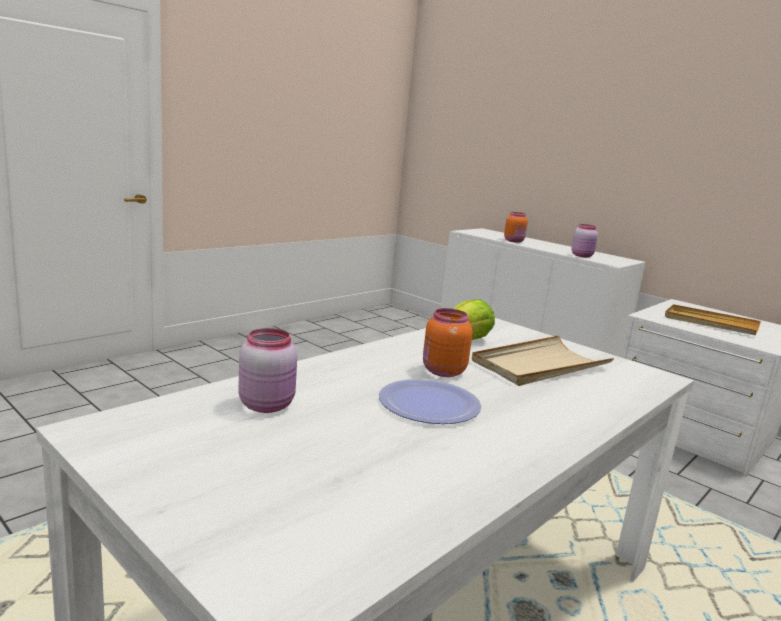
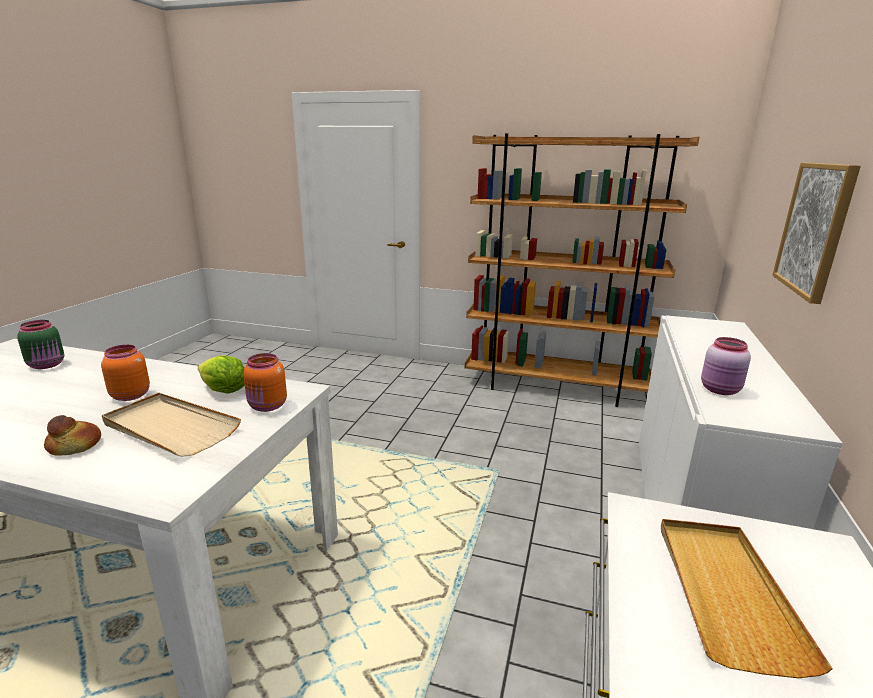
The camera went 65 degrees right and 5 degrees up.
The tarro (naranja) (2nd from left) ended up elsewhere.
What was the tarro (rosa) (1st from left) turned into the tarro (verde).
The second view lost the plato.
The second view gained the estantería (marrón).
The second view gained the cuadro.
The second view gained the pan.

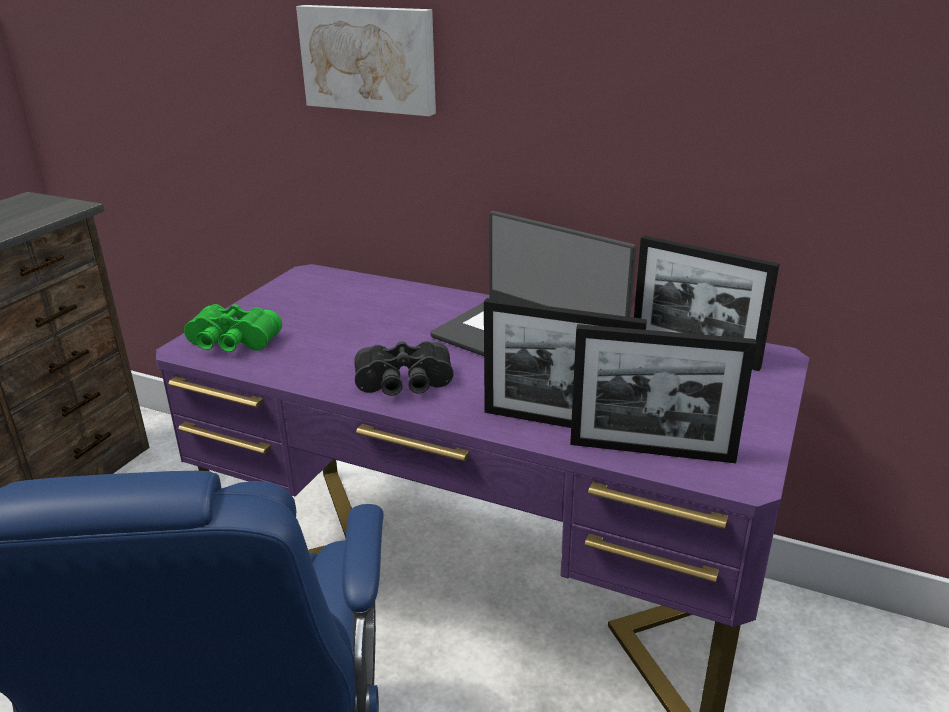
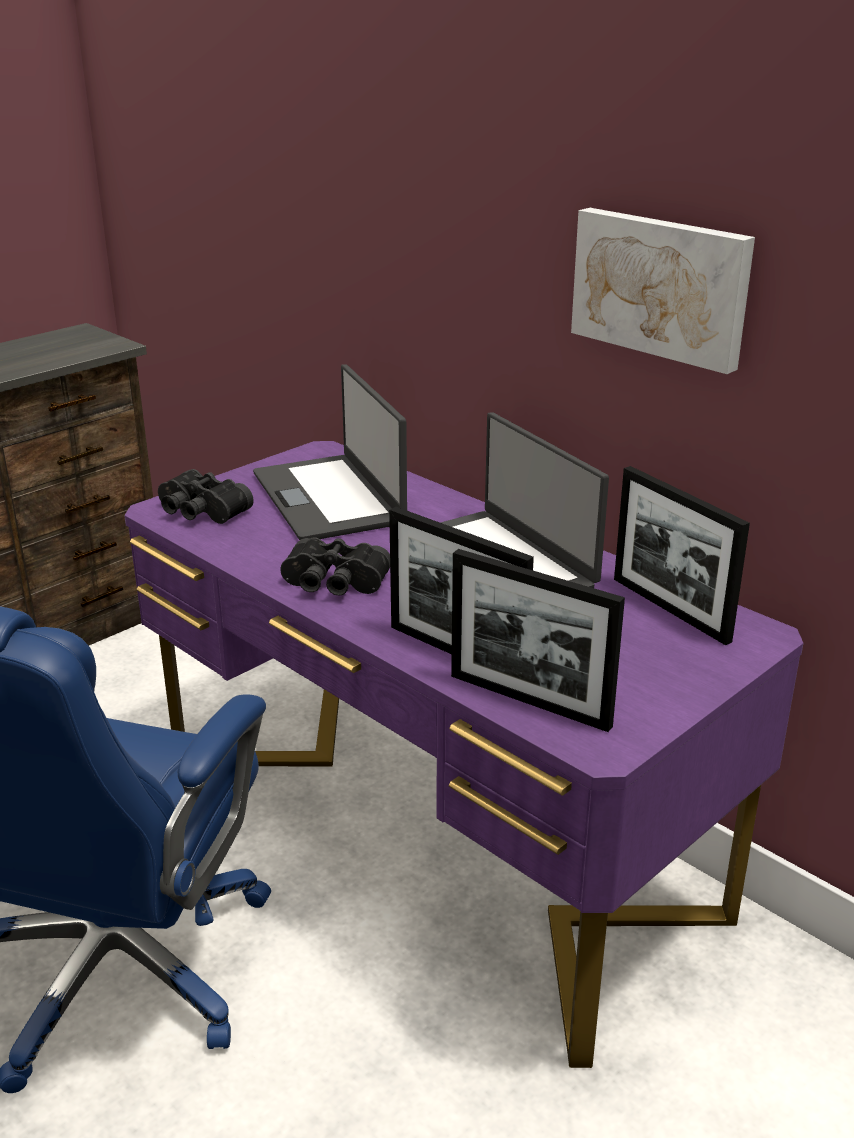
The camera went 20 degrees right and 0 degrees up.
The cuadro ended up elsewhere.
What was the prismáticos (verde) turned into the prismáticos (negro) (1st from left).
The second view gained the portátil (1st from left).

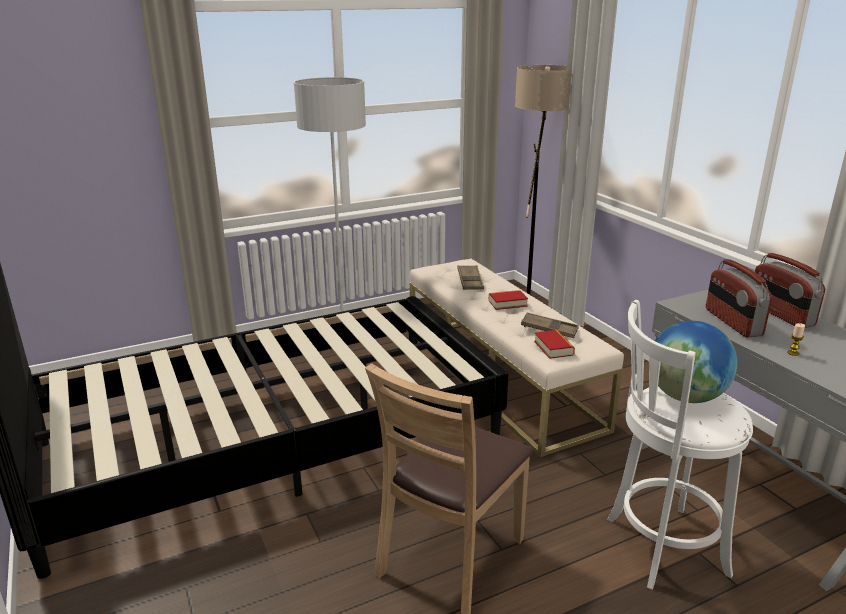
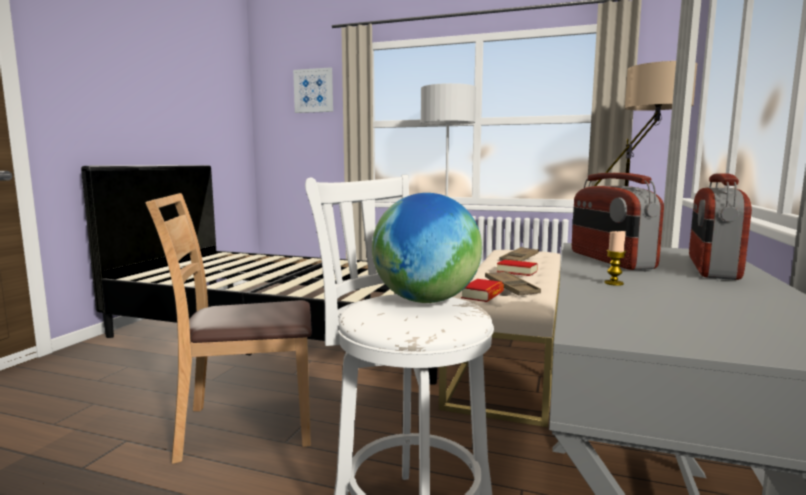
The camera went 45 degrees right and 15 degrees down.
The radio (1st from left) ended up facing another way, 45 degrees counterclockwise from before.
The second view gained the cuadro.

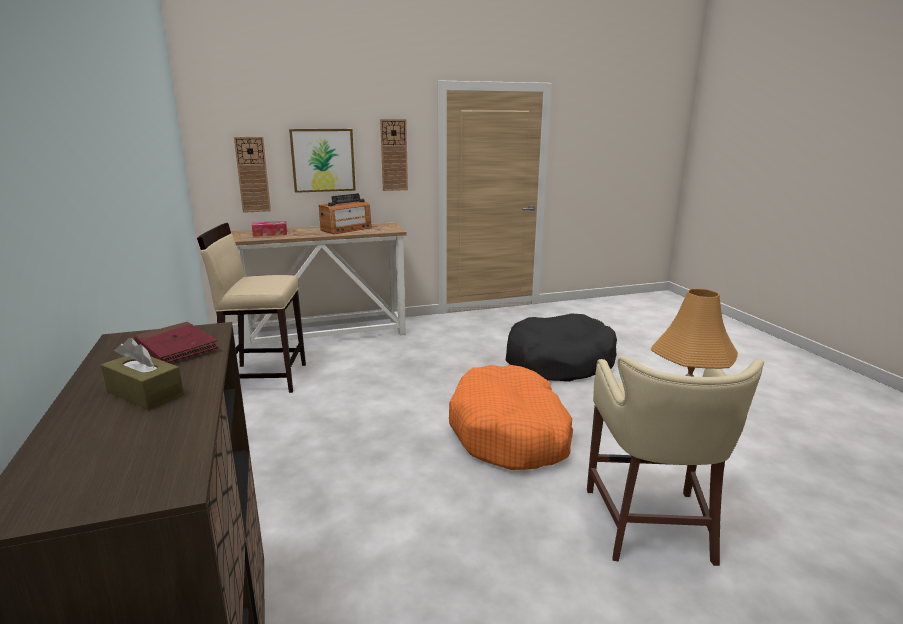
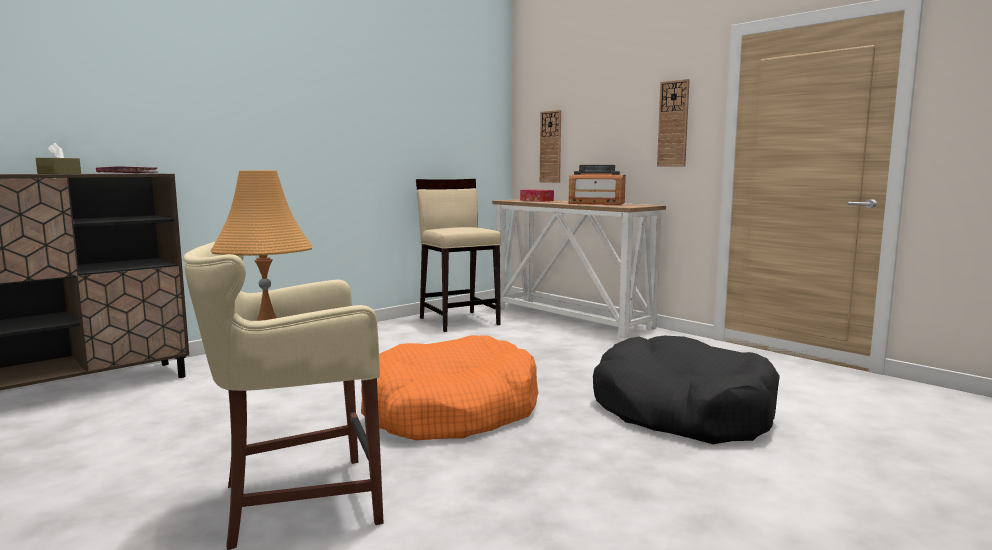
The camera went 65 degrees right and 10 degrees down.
The second view lost the cuadro.

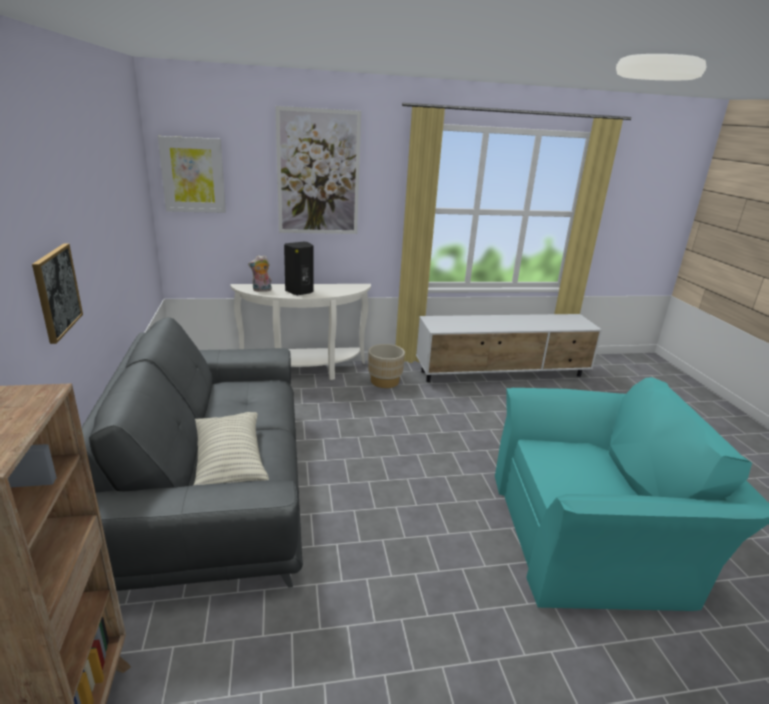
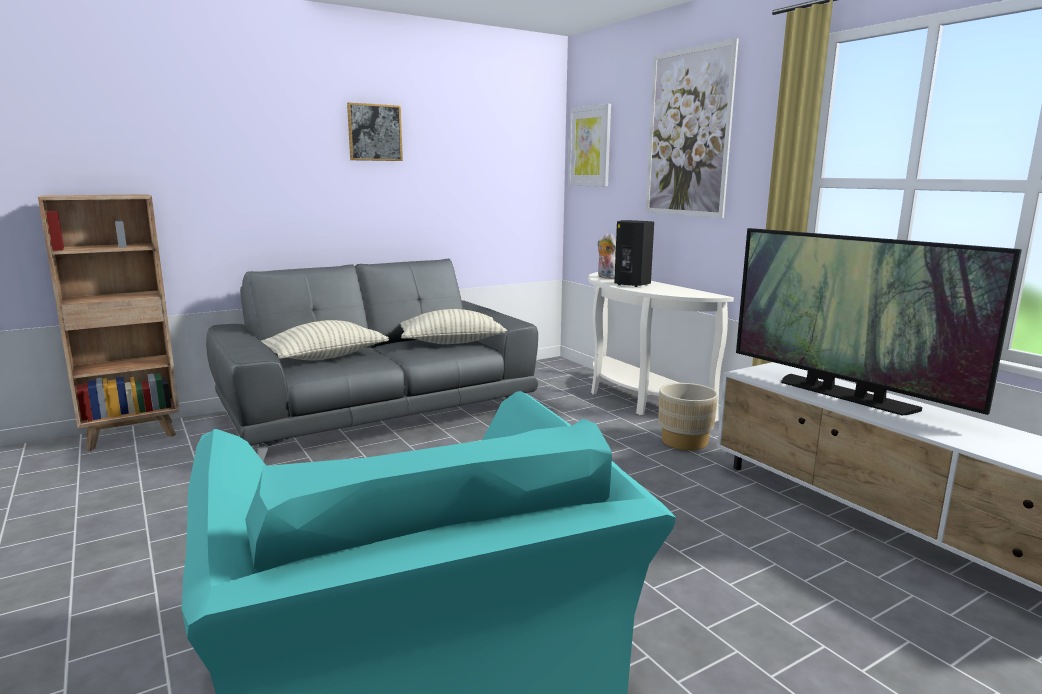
The camera went 70 degrees right and 10 degrees down.
The cuadro (1st from left) ended up elsewhere.
The second view gained the televisor.
The second view gained the cojín (2nd from left).

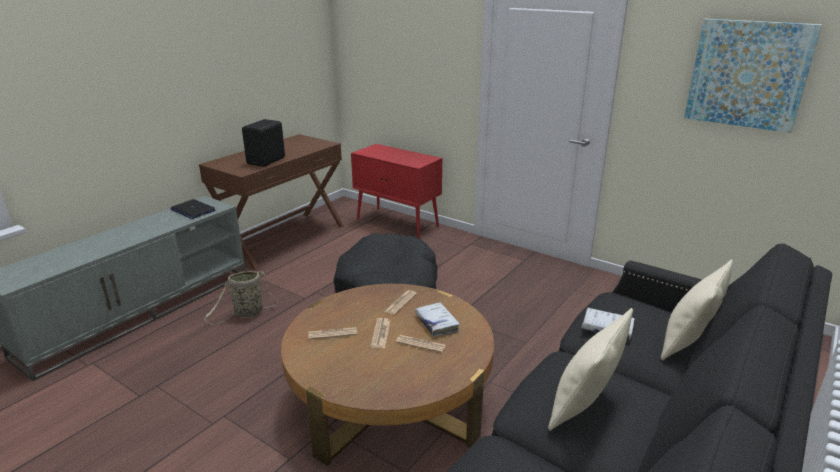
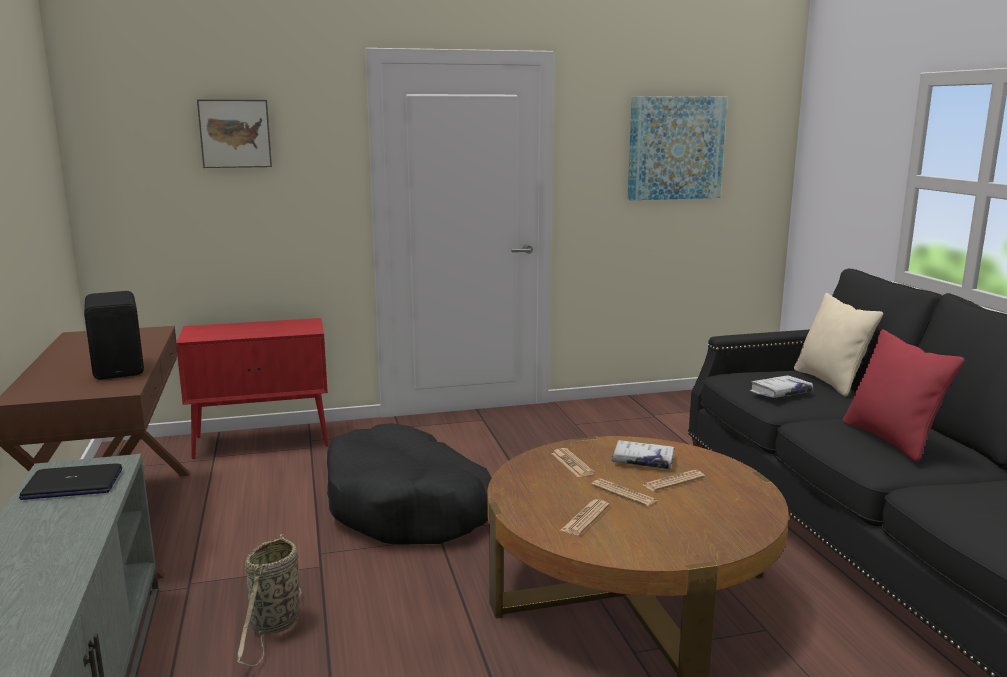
The camera went 50 degrees left and 10 degrees down.
What was the cojín (beis) (1st from left) turned into the cojín (rojo).
The second view gained the cuadro (1st from left).

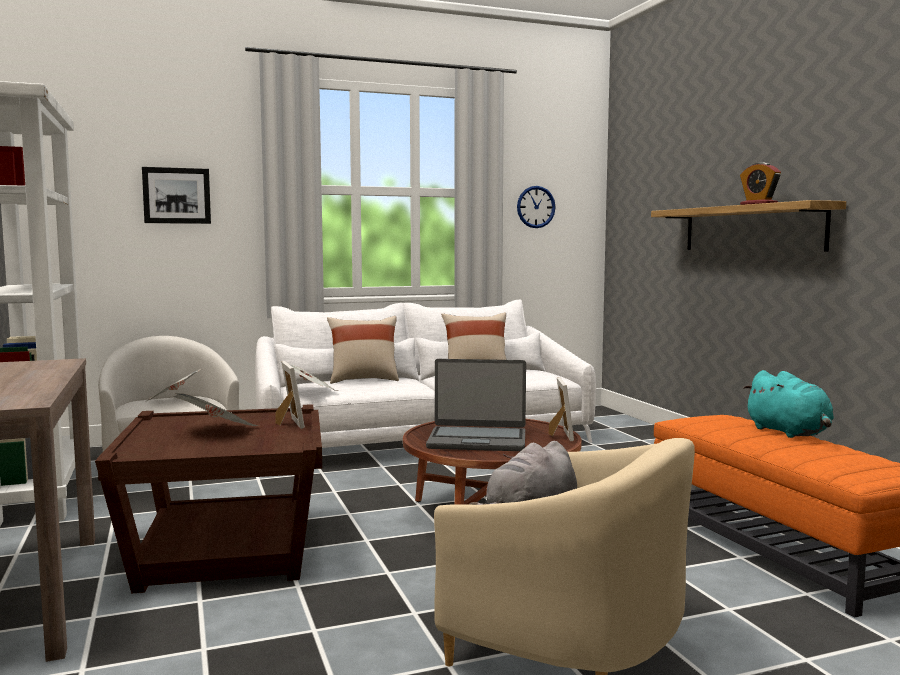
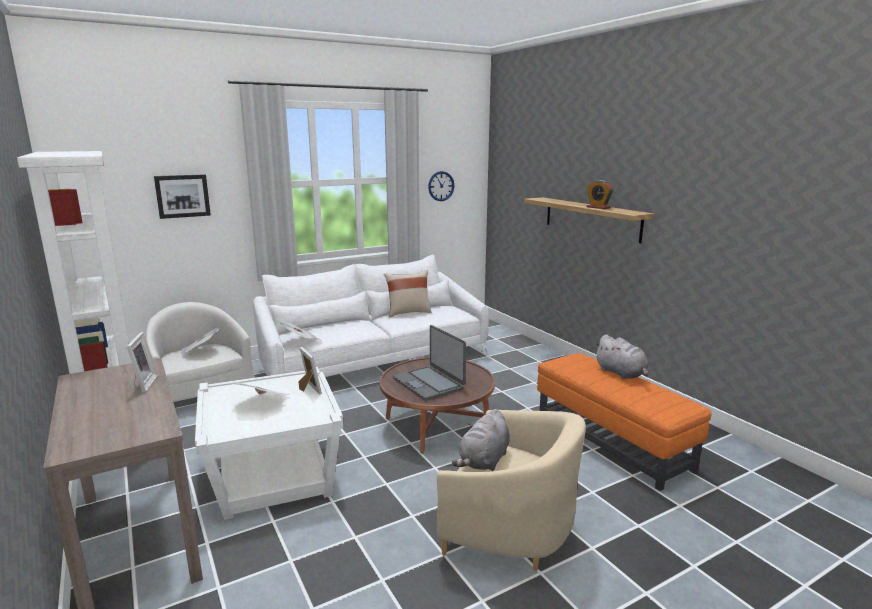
The camera went 10 degrees left and 10 degrees up.
The second view lost the cojín (beis) (1st from left).
The portátil ended up facing another way, 60 degrees clockwise from before.
What was the peluche (turquesa) turned into the peluche (gris) (2nd from left).
The portarretratos (2nd from left in the first image) ended up elsewhere.
What was the mesa auxiliar (marrón) turned into the mesa auxiliar (blanco).

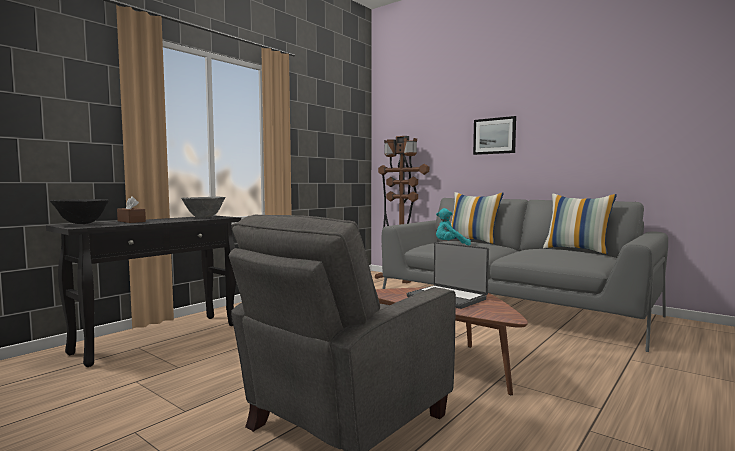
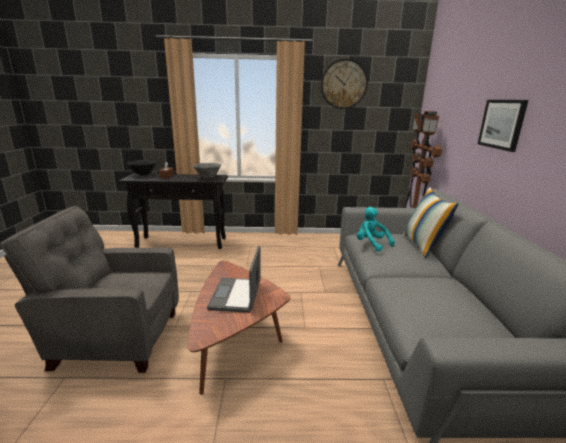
The camera went 50 degrees right and 15 degrees up.
The second view lost the cojín (2nd from left).
The second view gained the reloj de pared.

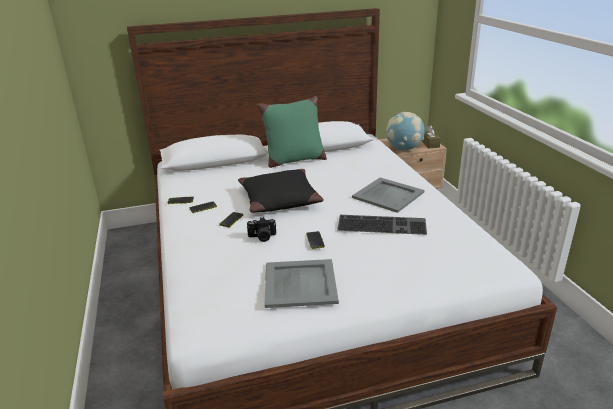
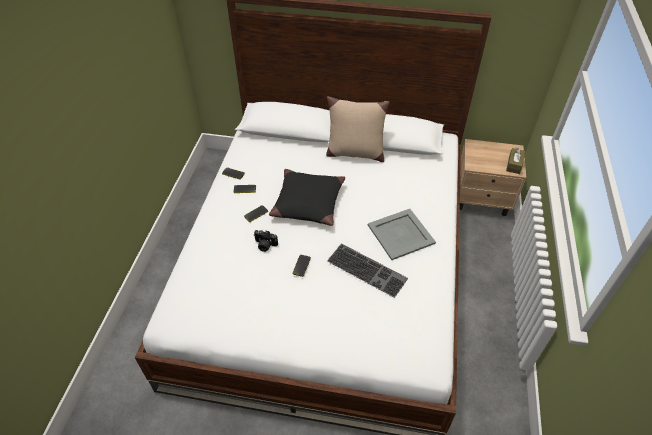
The camera went 25 degrees right and 20 degrees up.
What was the cojín (verde) turned into the cojín (beis).
The second view lost the globo terráqueo.
The second view lost the bandeja (gris) (1st from left).

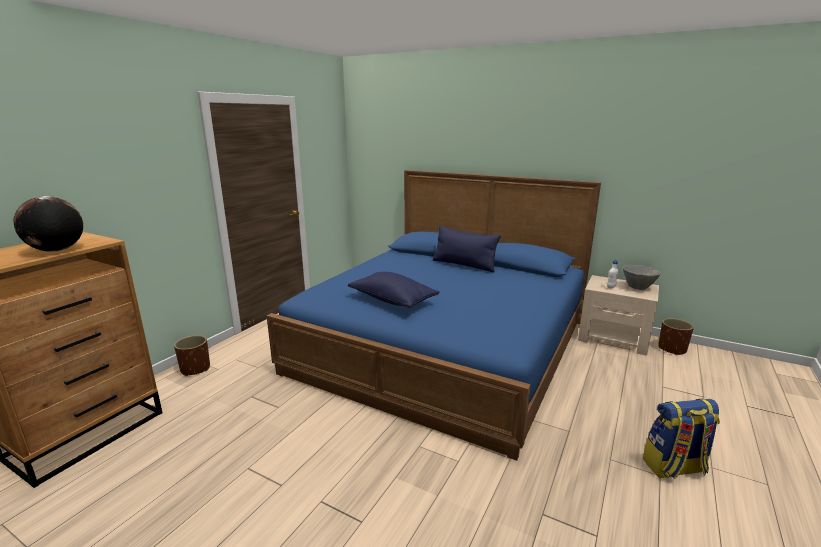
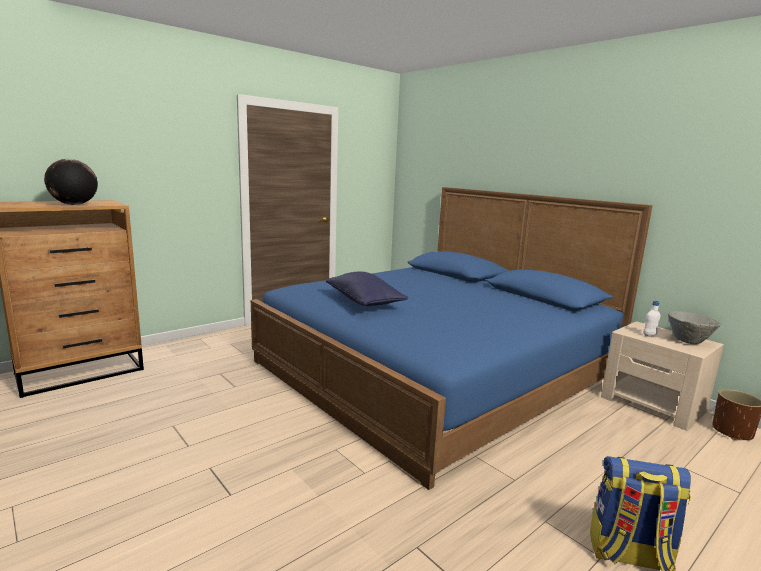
The camera went 20 degrees right and 5 degrees down.
The second view lost the cojín (azul) (2nd from left).
The second view lost the maceta (marrón) (1st from left).

